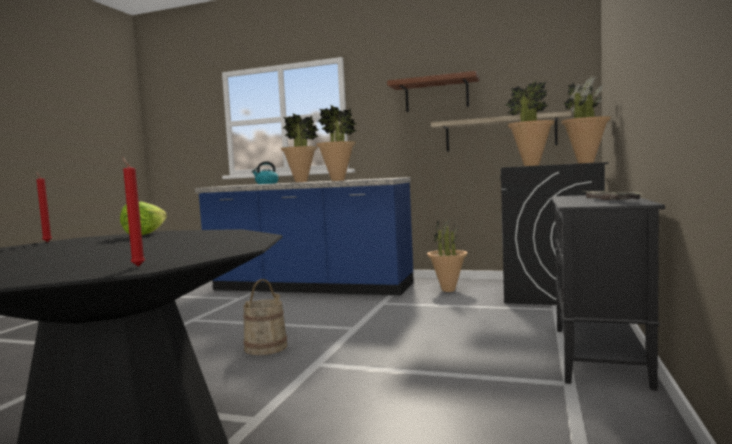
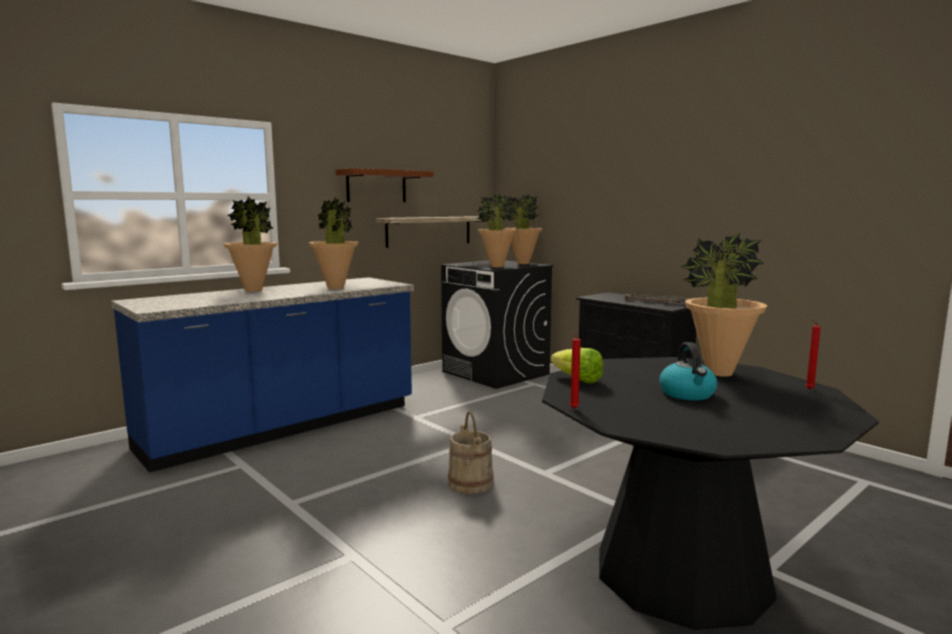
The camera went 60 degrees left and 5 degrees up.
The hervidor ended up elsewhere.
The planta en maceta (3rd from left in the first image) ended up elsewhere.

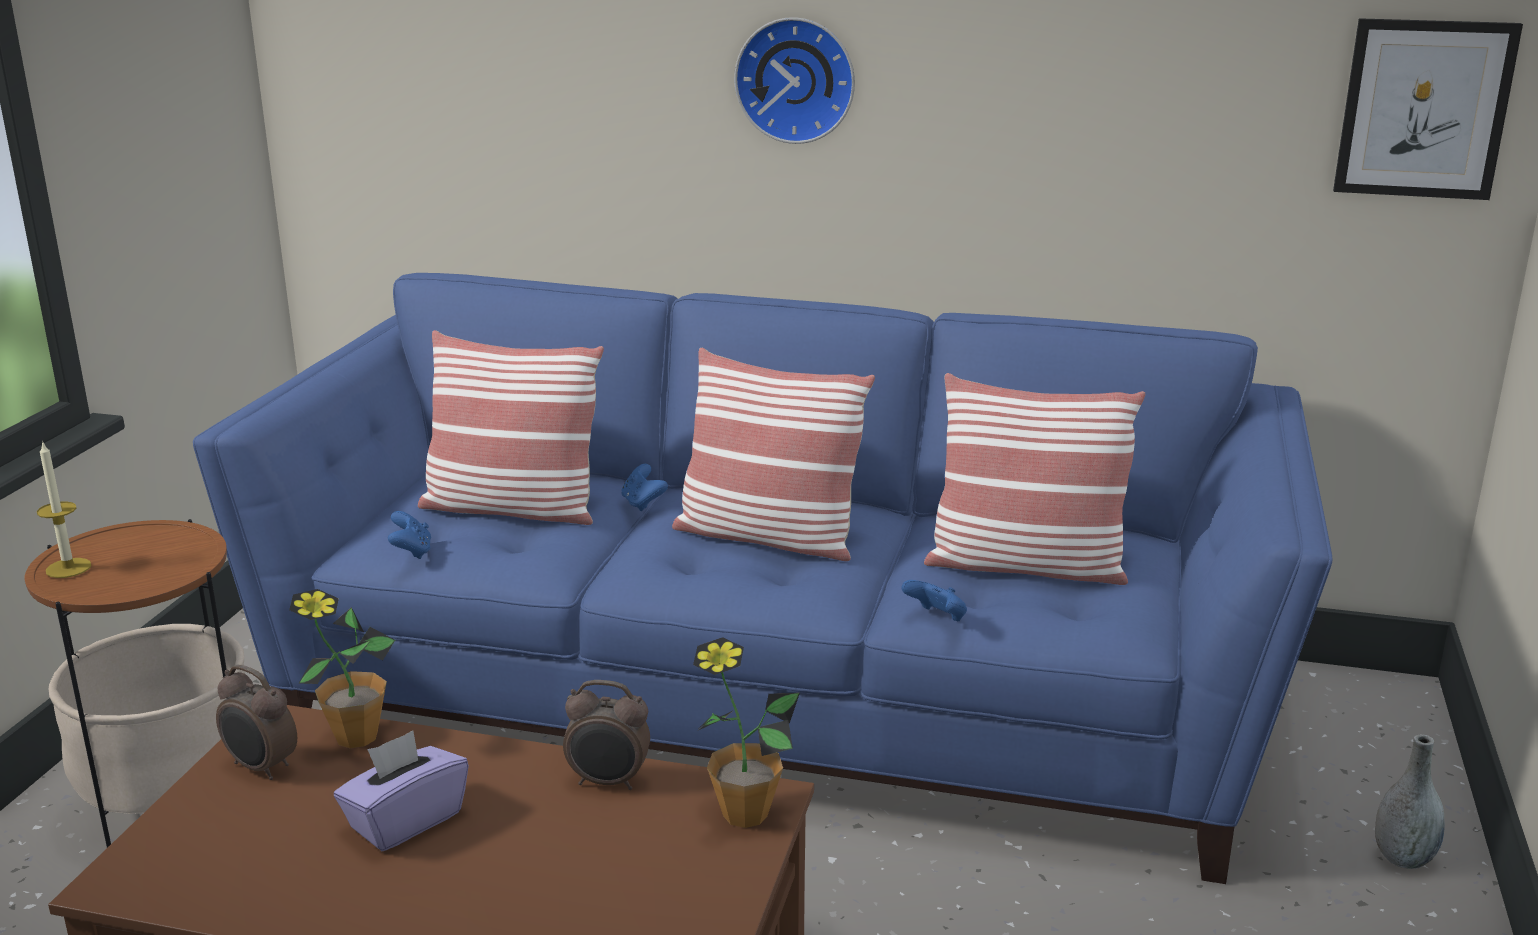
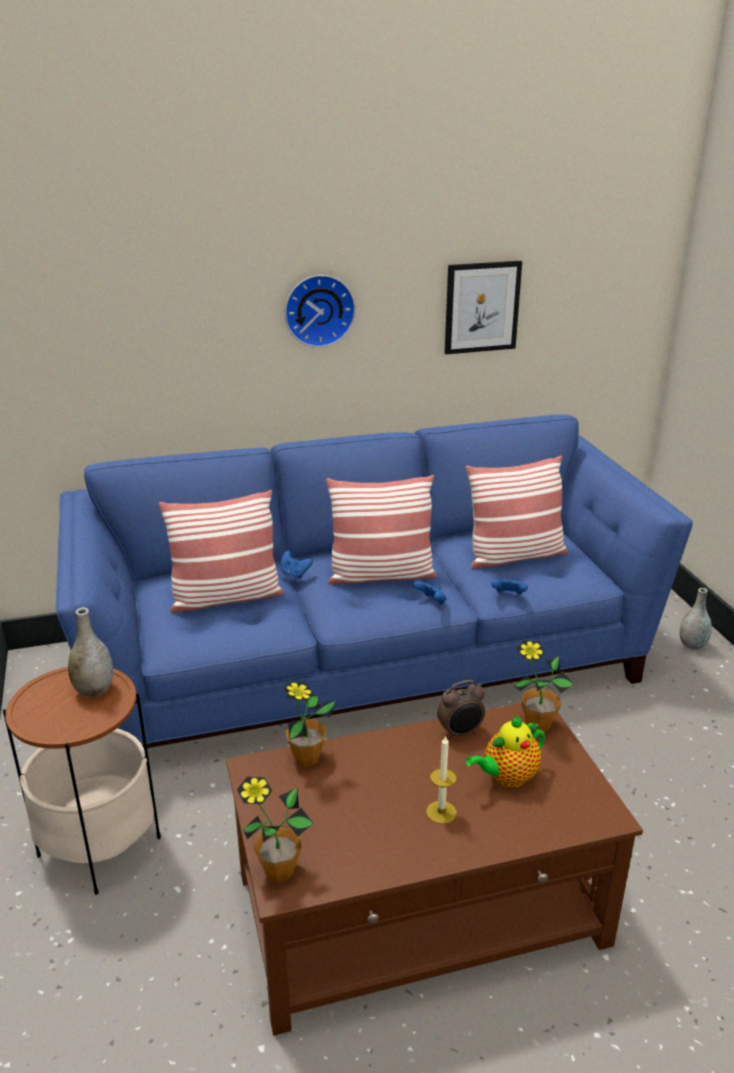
The camera went 30 degrees left and 5 degrees up.
The cuadro ended up elsewhere.
The vela ended up elsewhere.
The mando de consola (azul) (1st from left in the first image) ended up elsewhere.
The second view lost the despertador (1st from left).
The second view lost the caja de pañuelos (morado).
The second view gained the florero (gris) (1st from left).
The second view gained the tetera.
The second view gained the planta en maceta (1st from left).

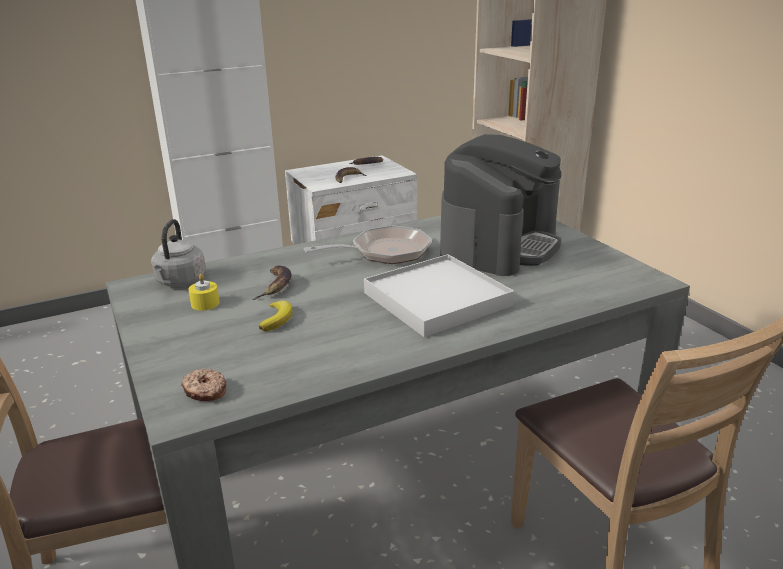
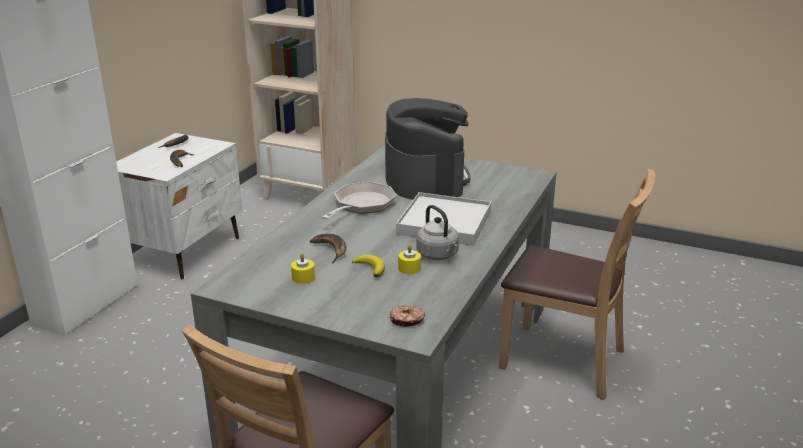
The camera went 40 degrees left and 0 degrees up.
The hervidor (gris) ended up elsewhere.
The second view gained the vela (amarillo) (2nd from left).

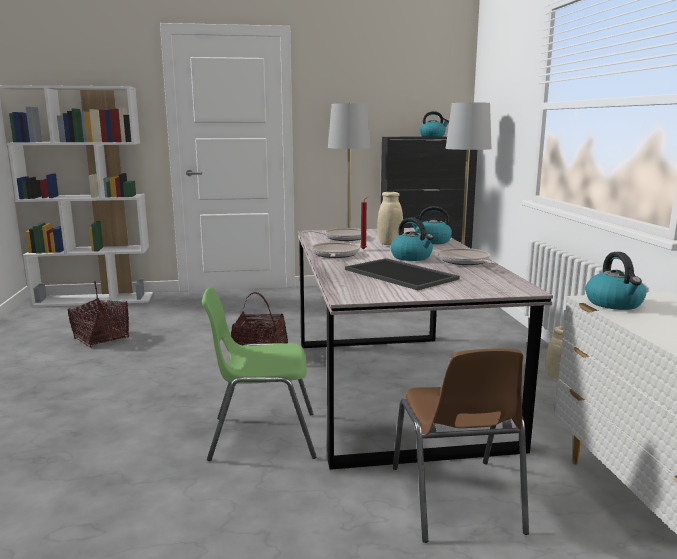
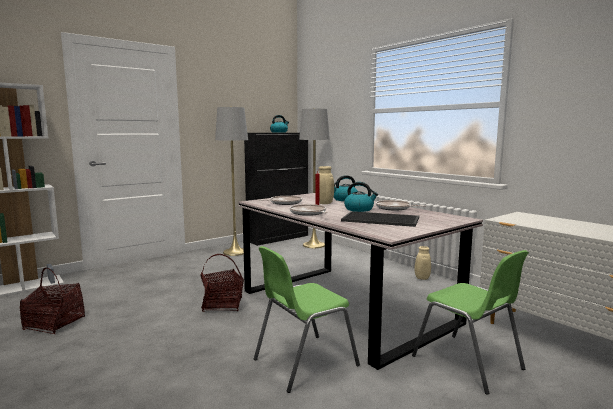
The camera went 30 degrees left and 5 degrees down.
The second view lost the hervidor (4th from left).
What was the silla (marrón) turned into the silla (verde) (2nd from left).

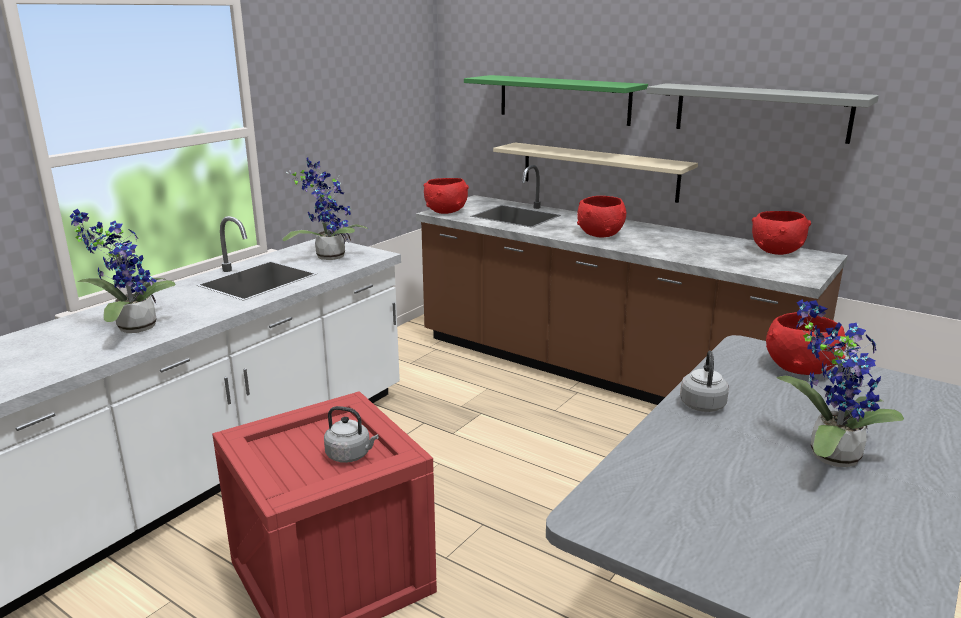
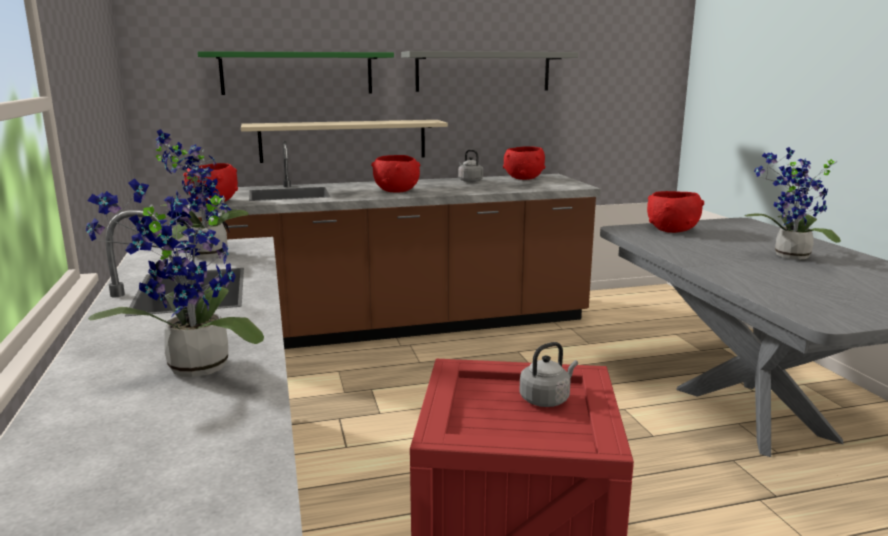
The camera went 50 degrees left and 5 degrees down.
The hervidor (gris) (2nd from left in the first image) ended up elsewhere.

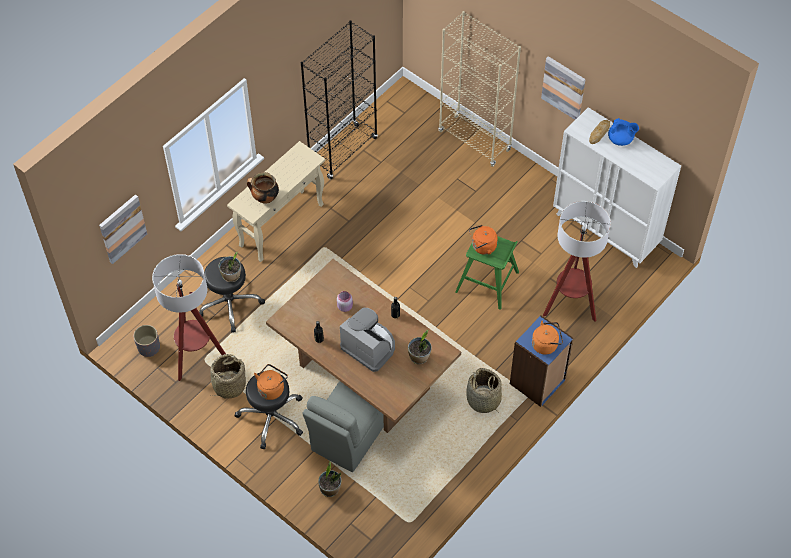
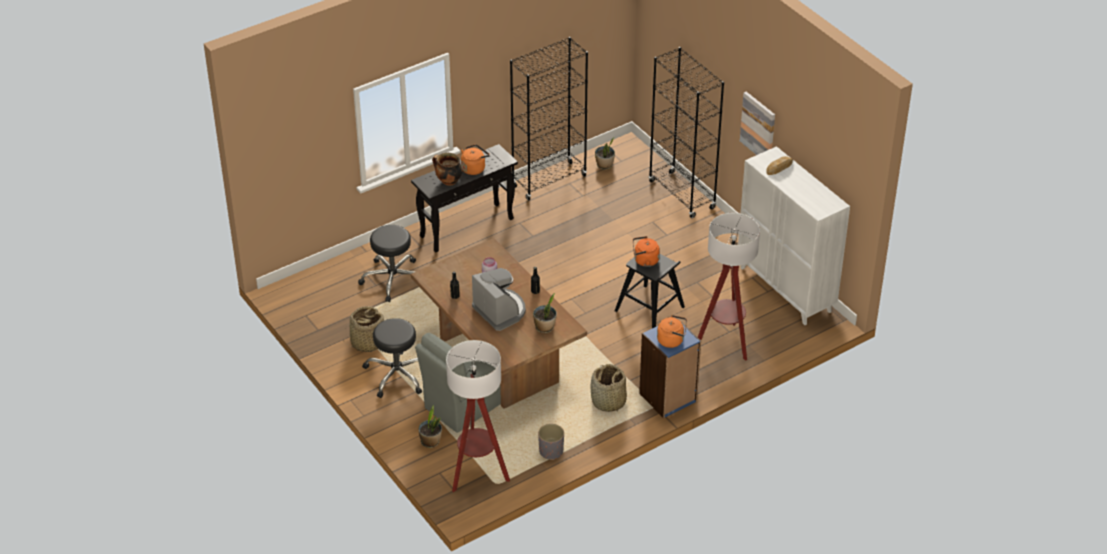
The camera went 15 degrees right and 15 degrees down.
What was the estantería (beis) turned into the estantería (negro) (2nd from left).
The second view lost the tetera (azul).
What was the mesa consola (beis) turned into the mesa consola (negro).
The second view lost the cuadro (1st from left).
What was the taburete (verde) turned into the taburete (negro) (3rd from left).
The planta en maceta (1st from left in the first image) ended up elsewhere.
The lámpara de pie (1st from left) ended up elsewhere.
The maceta (gris) ended up elsewhere.
The hervidor (naranja) (1st from left) ended up elsewhere.

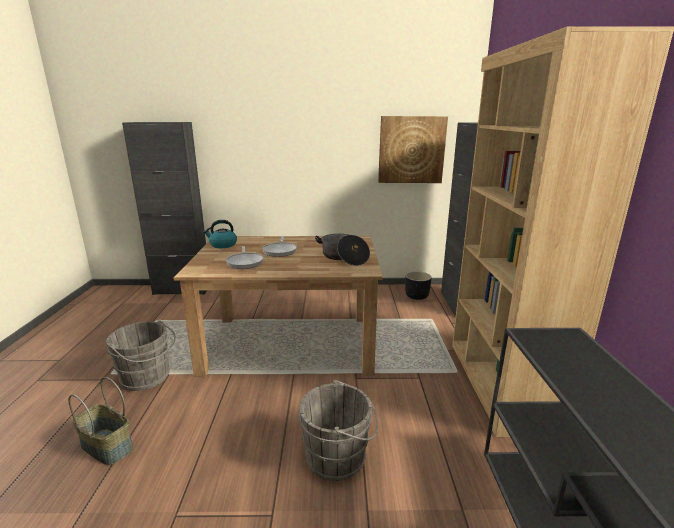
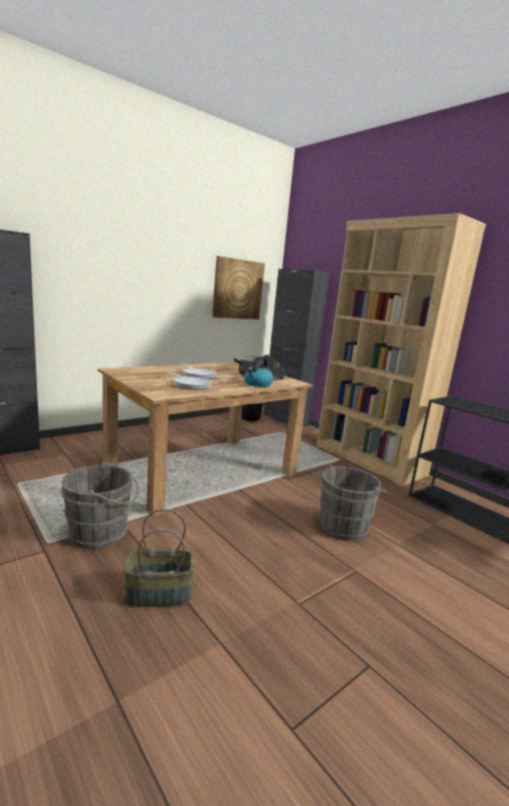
The camera went 40 degrees left and 5 degrees down.
The hervidor ended up elsewhere.

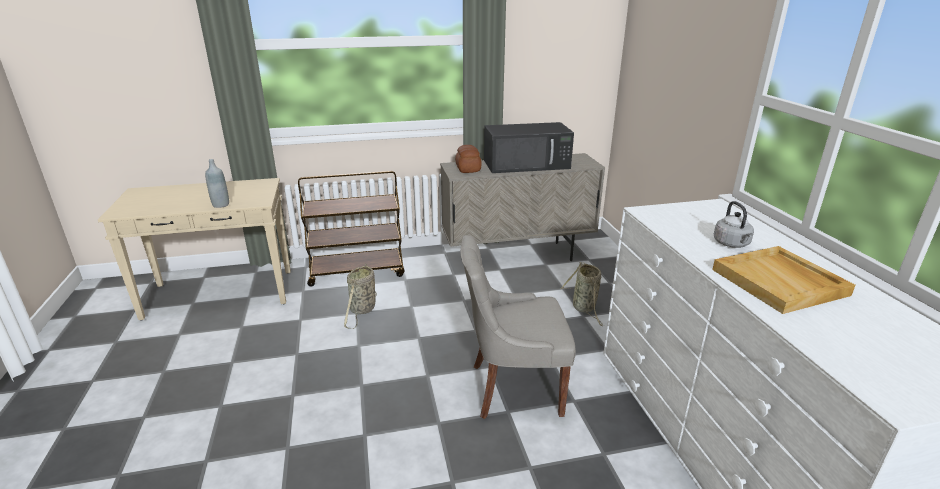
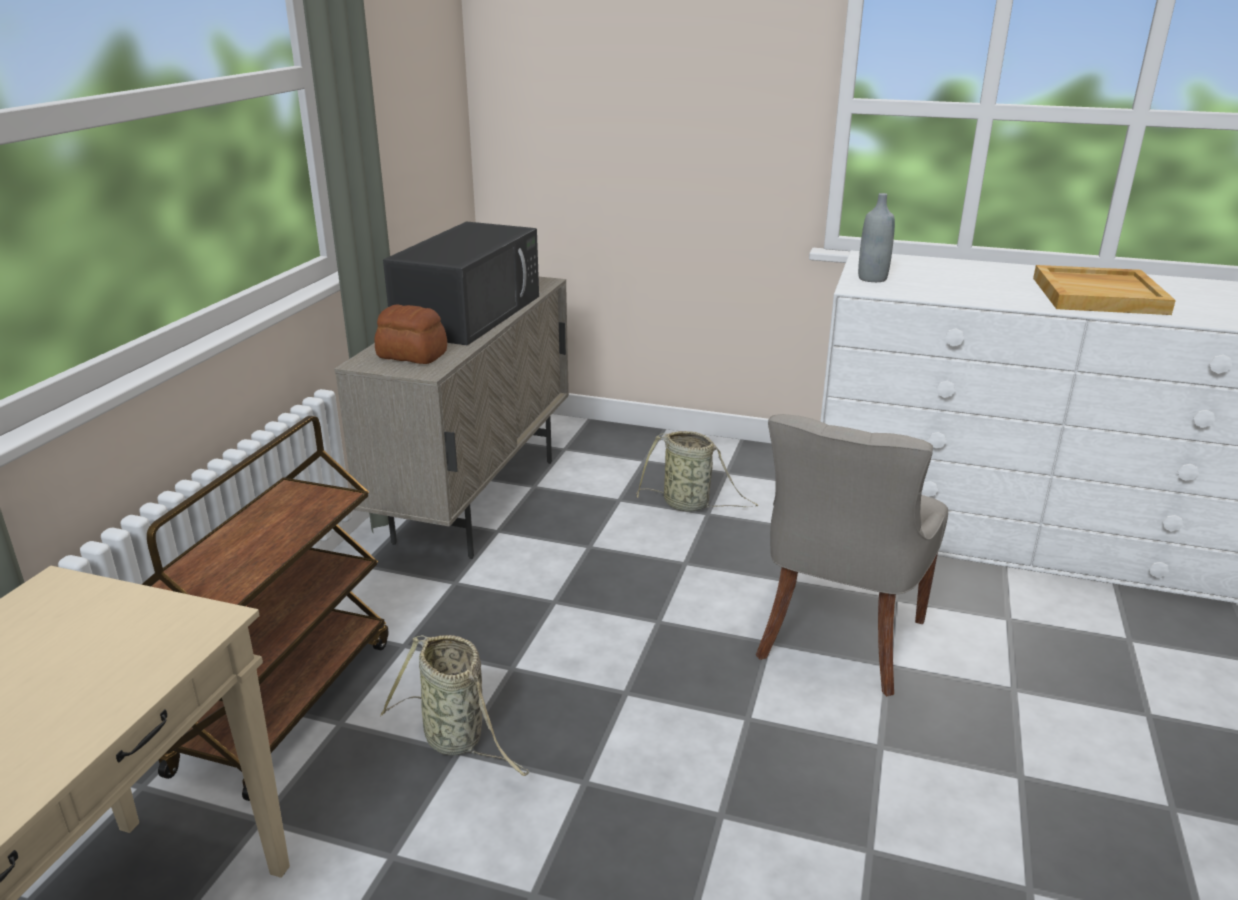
The camera went 60 degrees left and 0 degrees up.
The botella (gris) ended up elsewhere.
The second view lost the hervidor (gris).

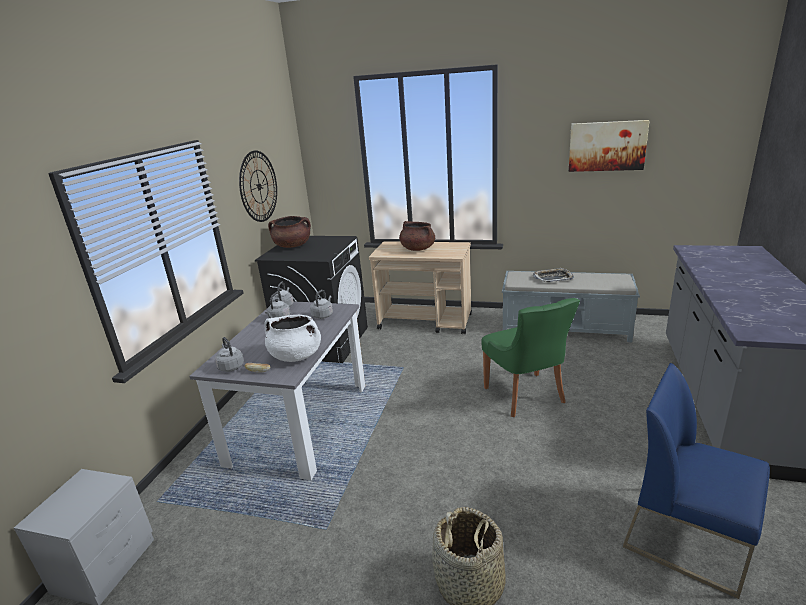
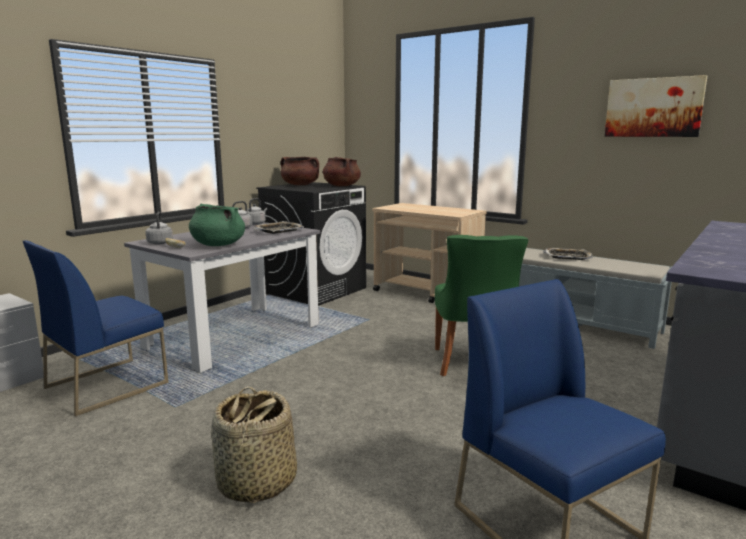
The camera went 20 degrees right and 10 degrees down.
The second view lost the reloj de pared.
The olla (marrón) (2nd from left) ended up elsewhere.
Where the hervidor (gris) (4th from left) stood, the bandeja (1st from left) came to stand.
What was the olla (blanco) turned into the olla (verde).
The second view gained the silla (azul) (1st from left).

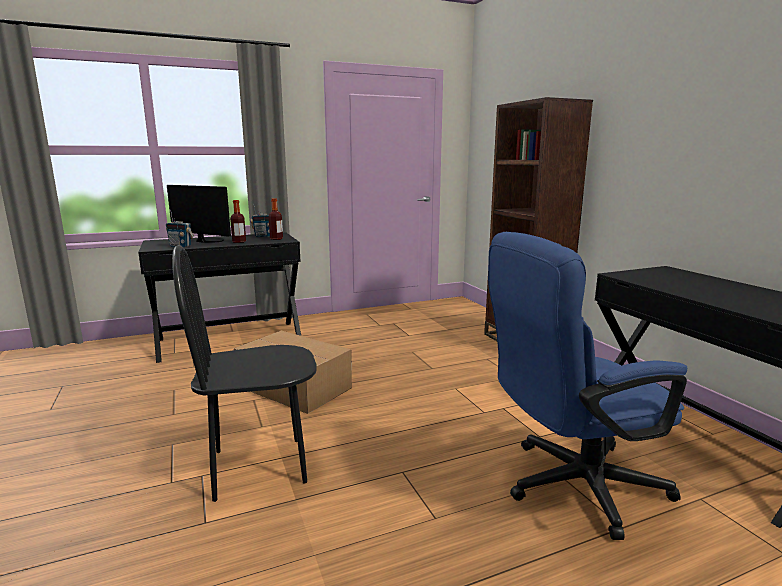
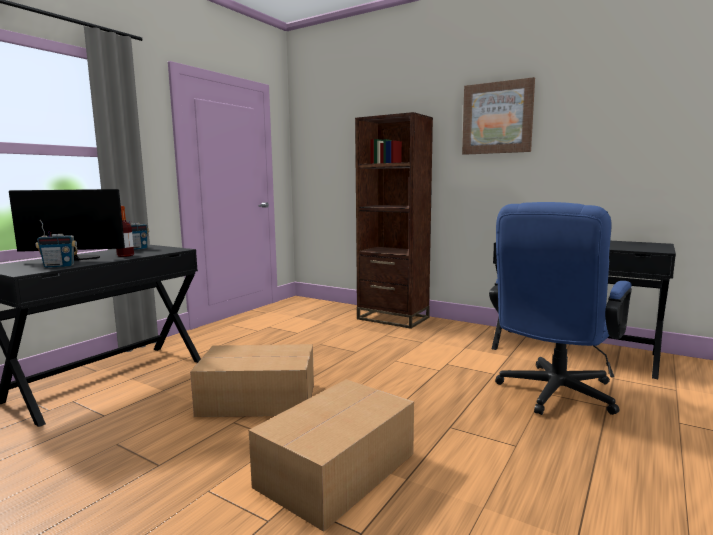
The camera went 35 degrees left and 5 degrees down.
The second view lost the botella (2nd from left).
Where the silla (negro) stood, the caja de cartón (2nd from left) came to stand.
The second view gained the cuadro.

